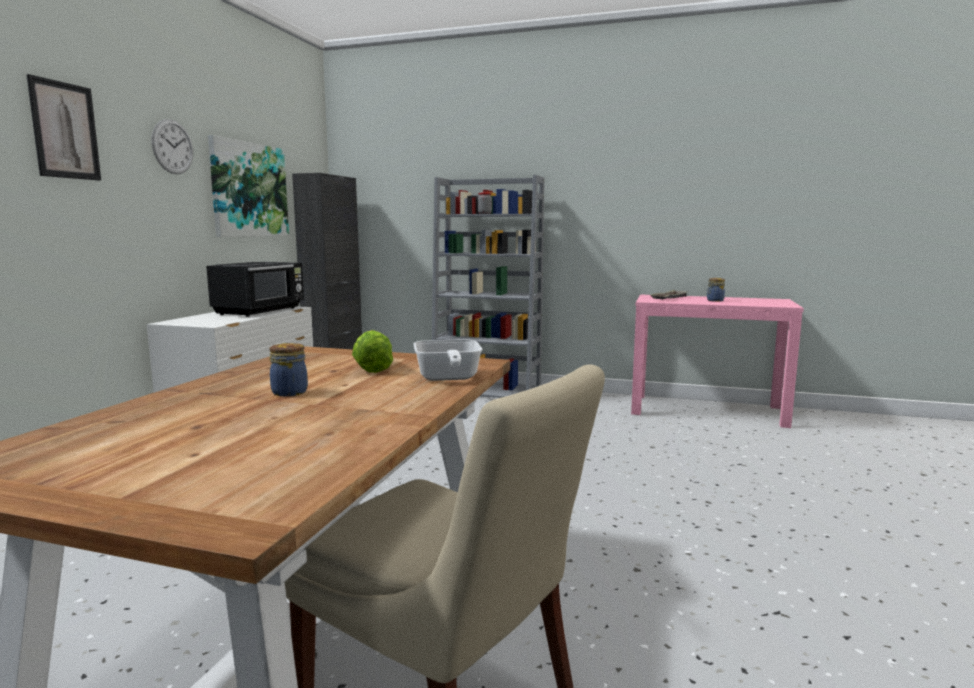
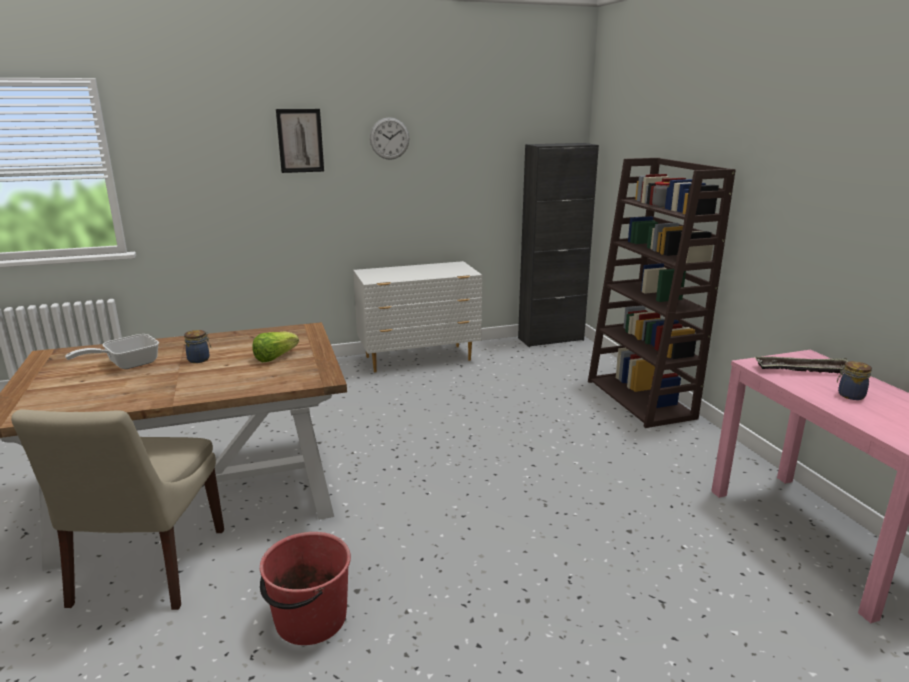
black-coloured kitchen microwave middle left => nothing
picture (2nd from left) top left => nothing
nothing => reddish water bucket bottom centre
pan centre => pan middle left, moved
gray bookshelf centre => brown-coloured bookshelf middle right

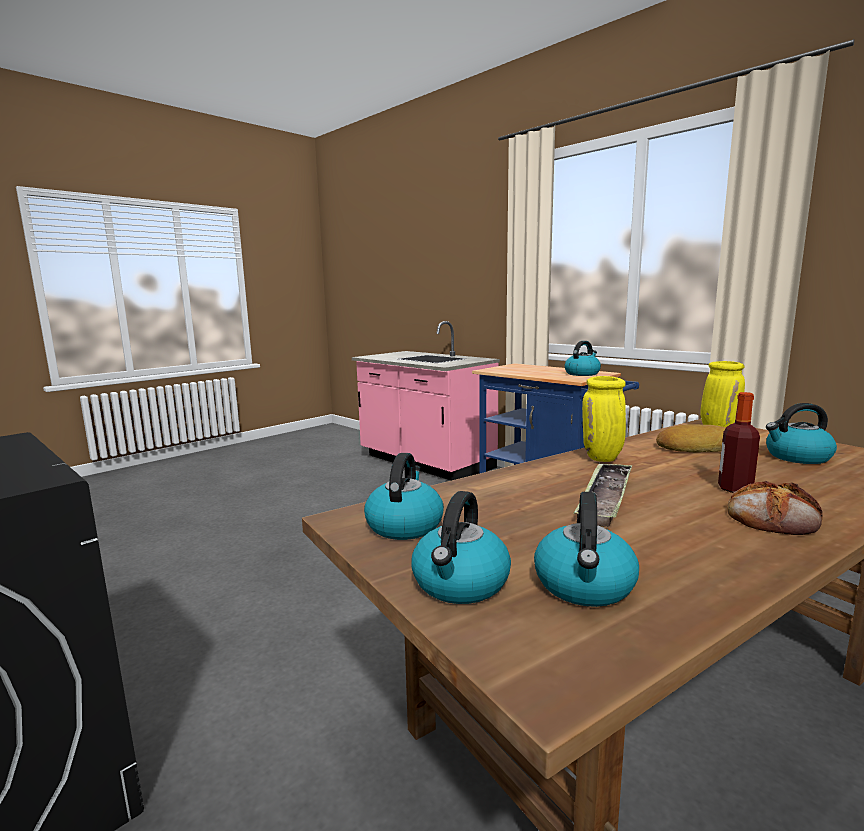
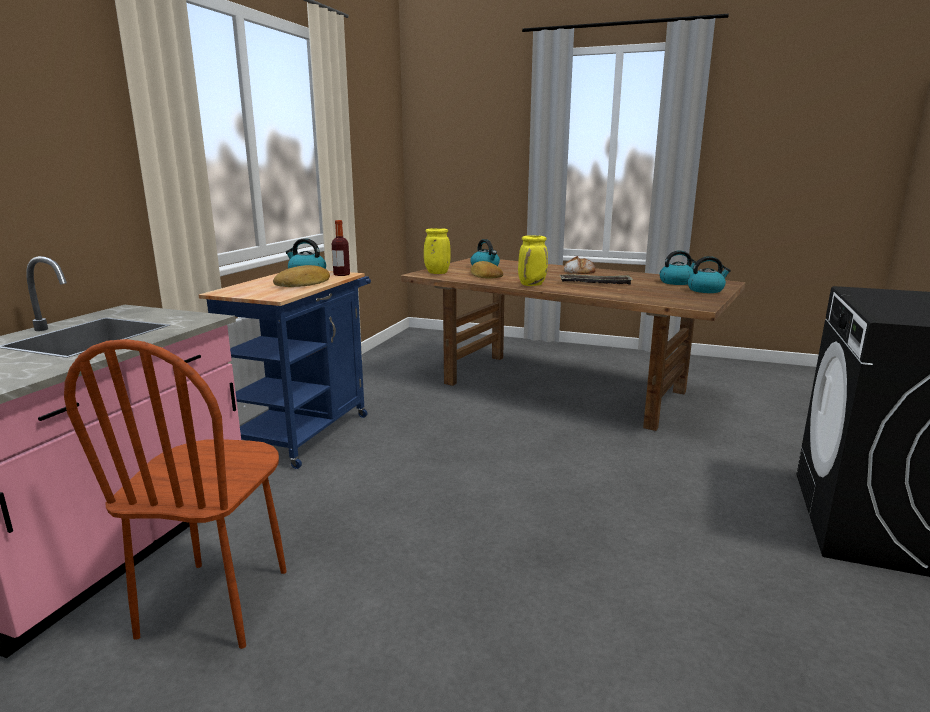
tea kettle (1st from left) centre => nothing
nothing => brown-coloured upright chair bottom left
nothing => bread (1st from left) middle left
bottle middle right => bottle centre, moved

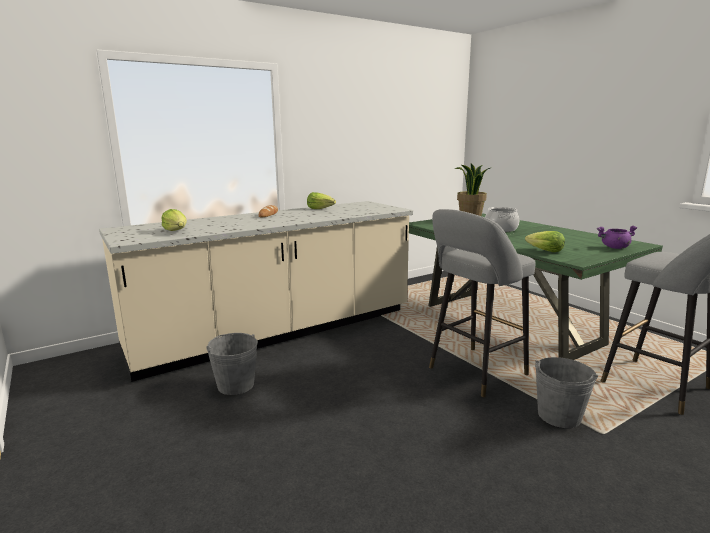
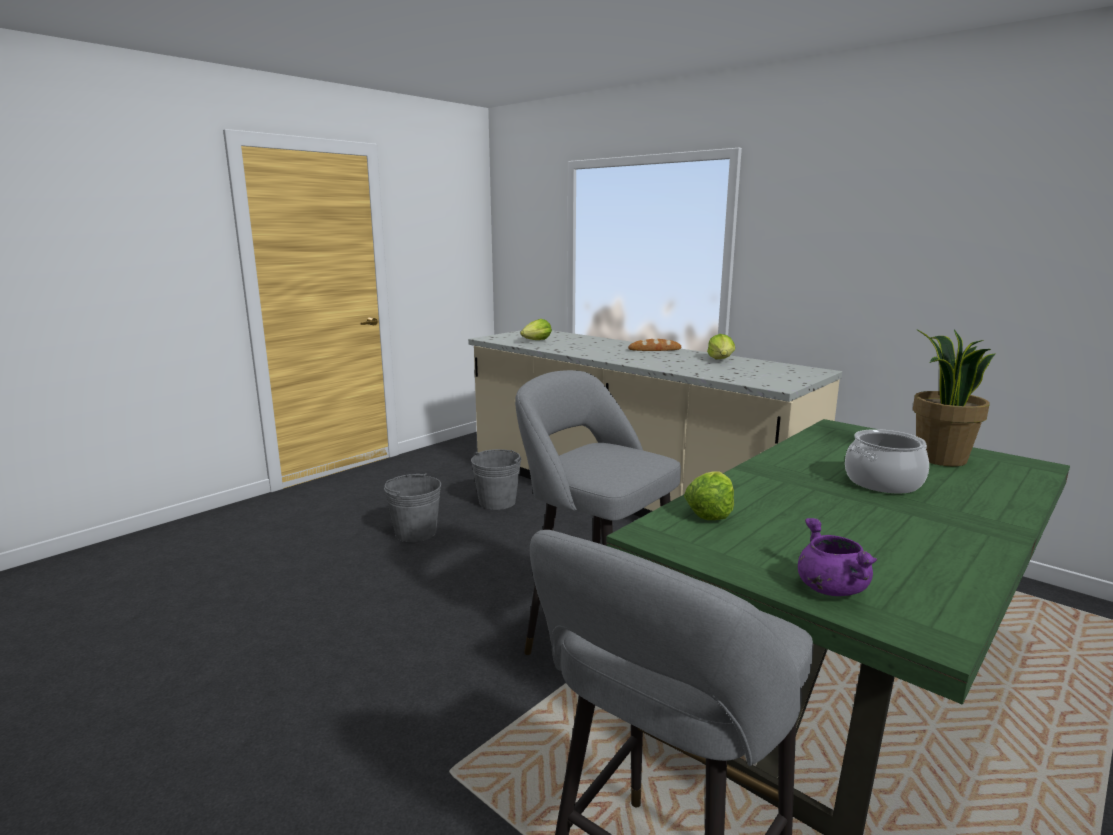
gray water bucket (2nd from left in the first image) bottom right => gray water bucket (1st from left) centre, moved

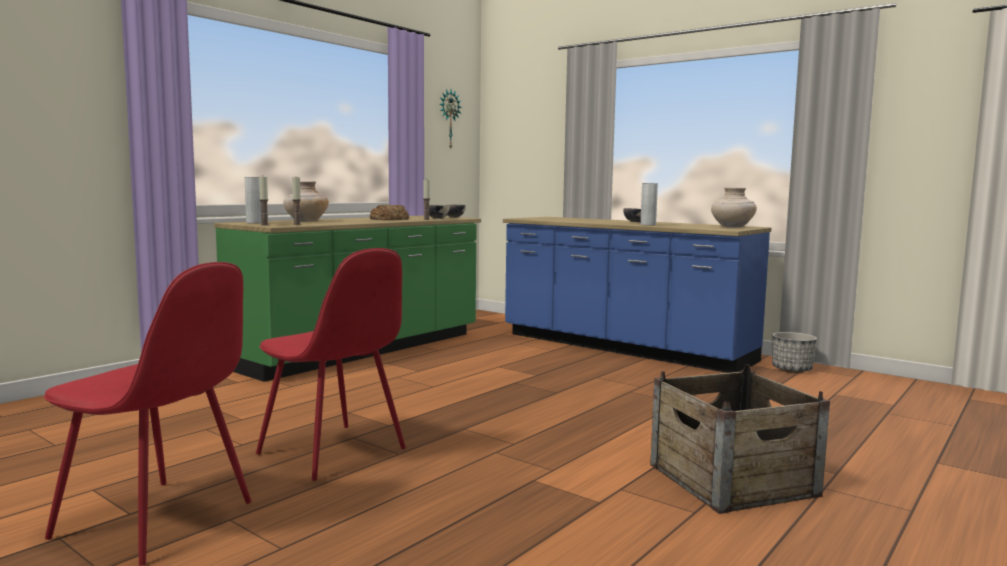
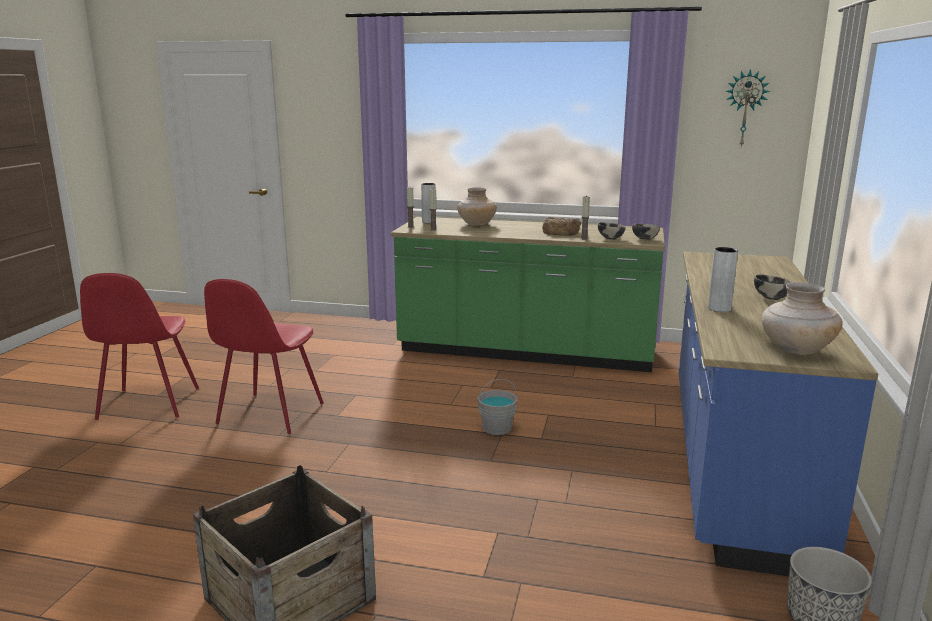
nothing => gray water bucket centre

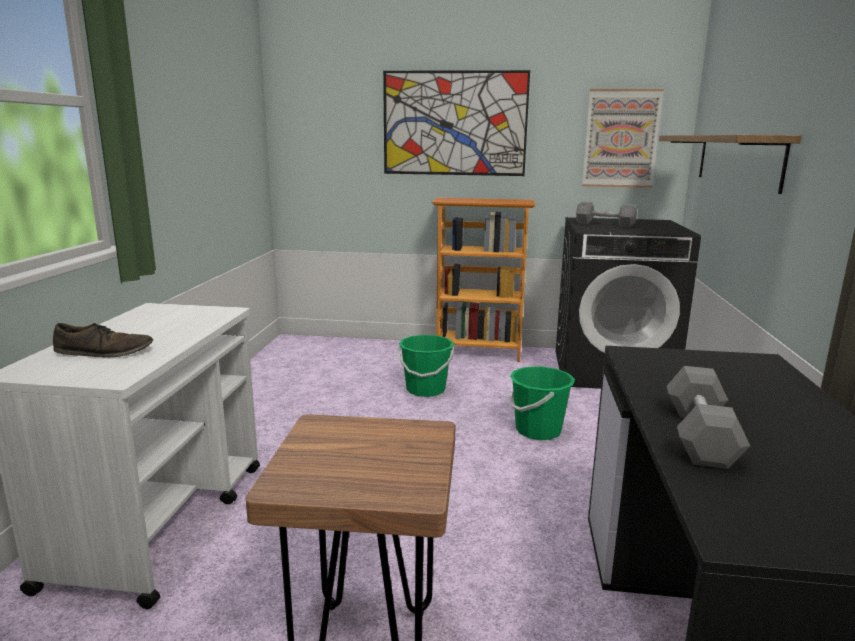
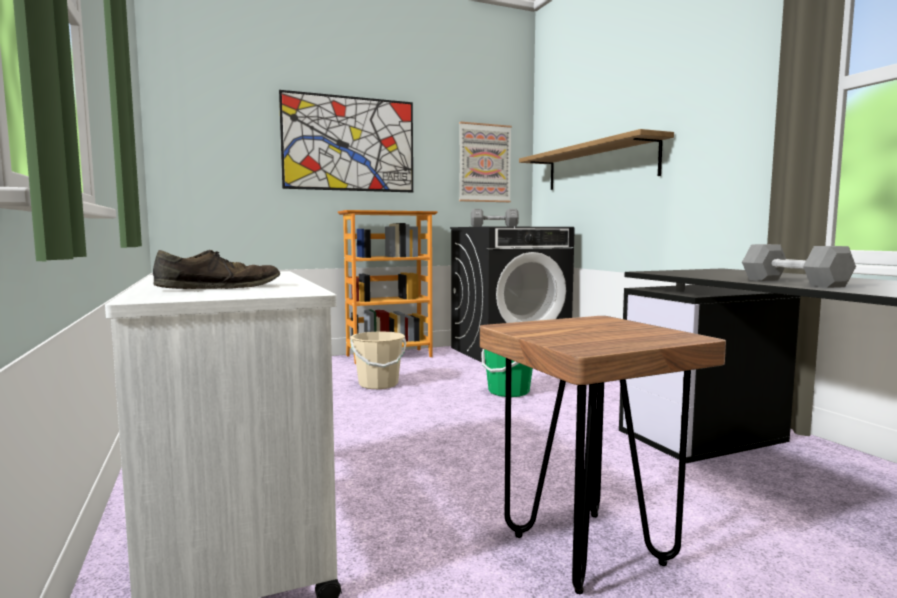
green-coloured water bucket (1st from left) centre => beige-coloured water bucket centre

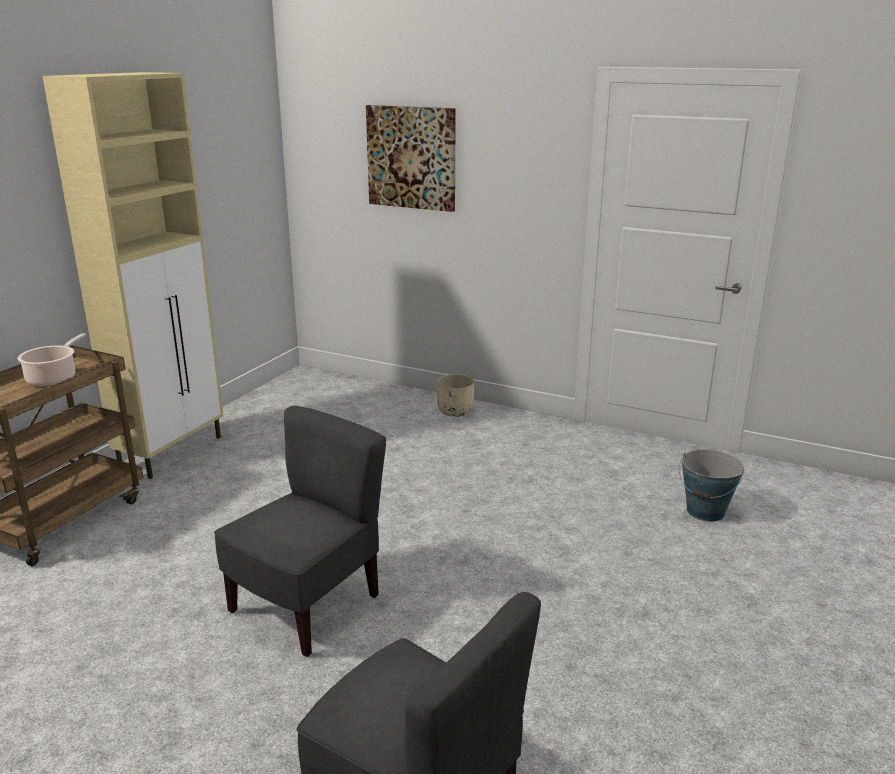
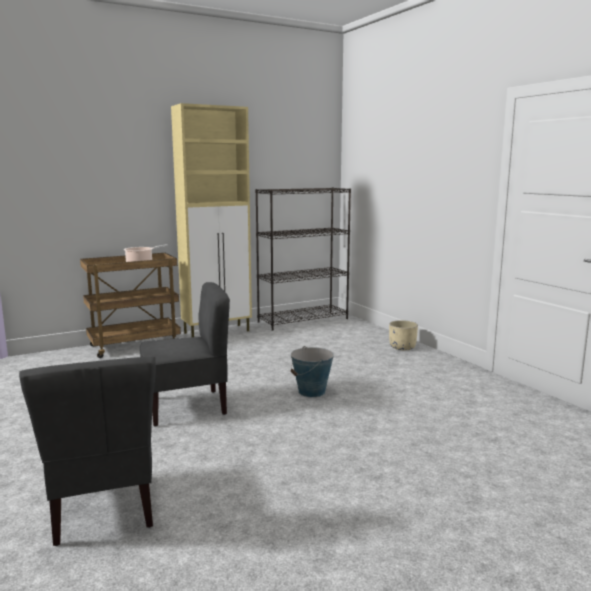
picture top centre => nothing
nothing => black-coloured bookshelf centre
water bucket middle right => water bucket centre, moved

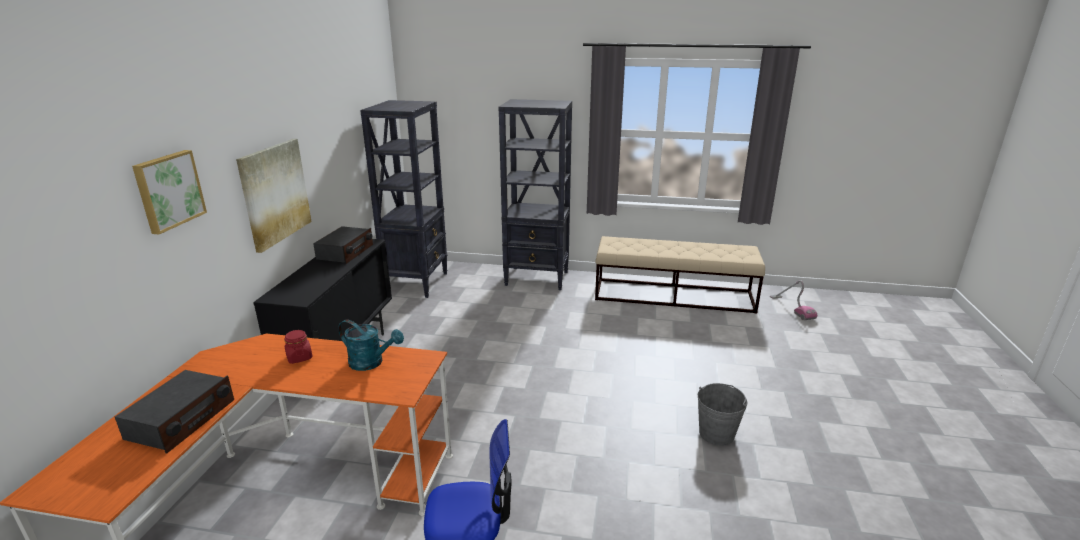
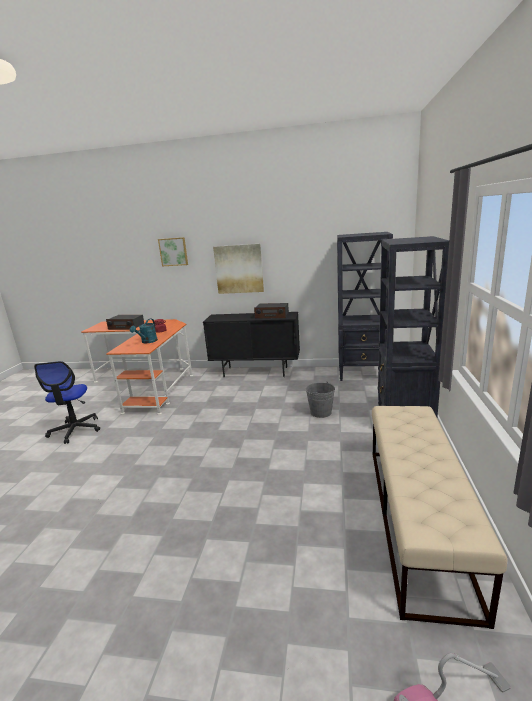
gray water bucket bottom right => gray water bucket centre, moved

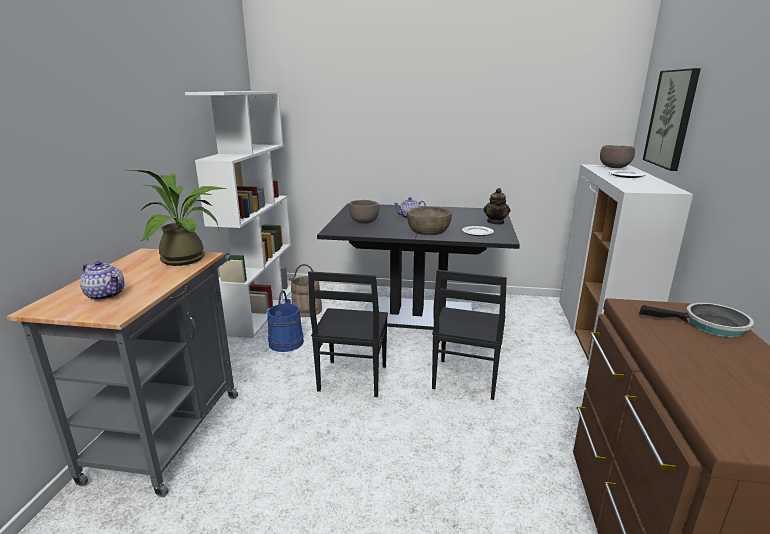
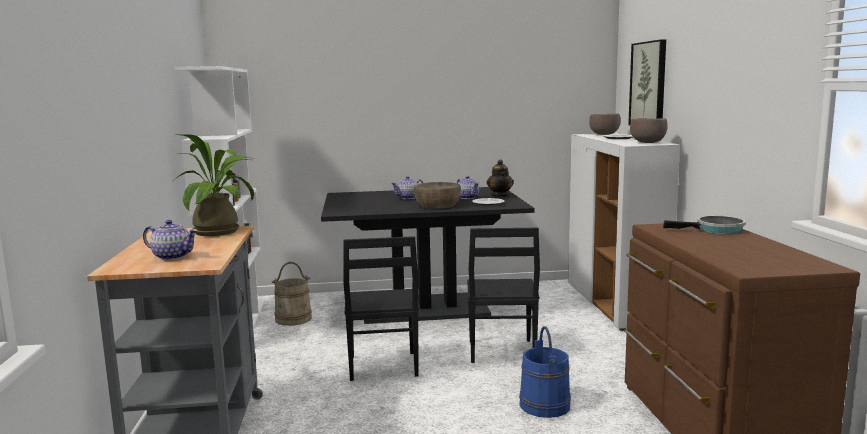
nothing => tea pot (3rd from left) centre
blue-coloured water bucket centre => blue-coloured water bucket bottom centre, moved
brown-coloured deep dish (1st from left in the first image) centre => brown-coloured deep dish (3rd from left) top right, moved

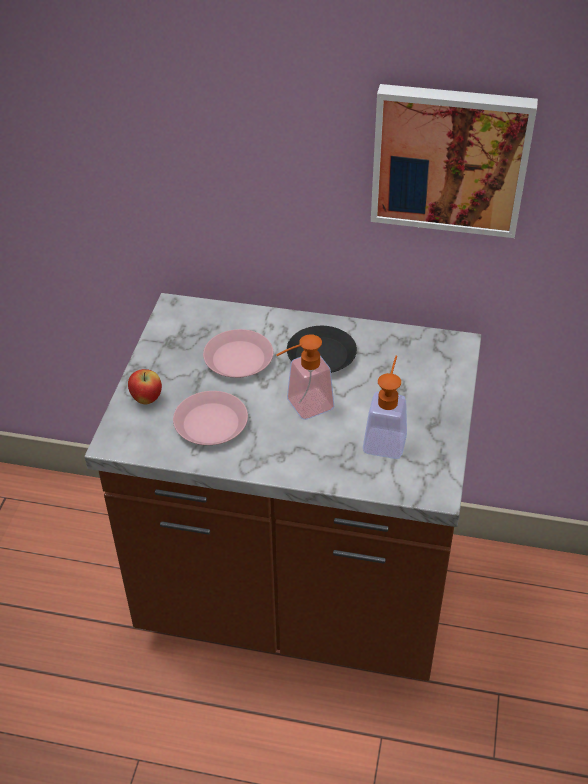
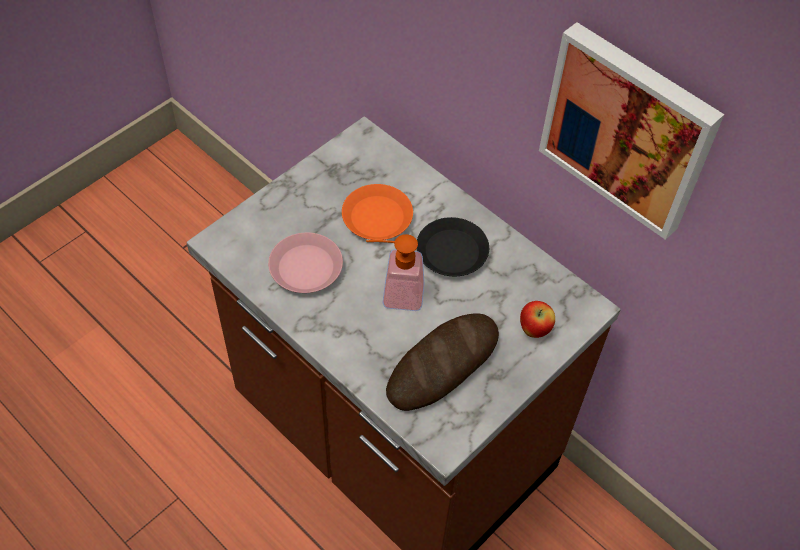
apple fruit middle left => apple fruit middle right, moved
liquid soap bottle (2nd from left) centre => bread centre
pink plate (2nd from left) centre => orange-coloured plate centre

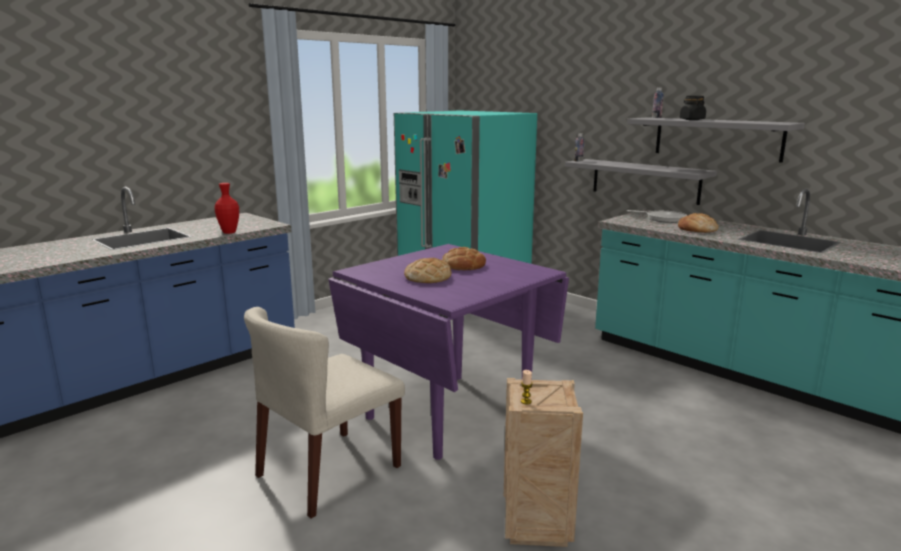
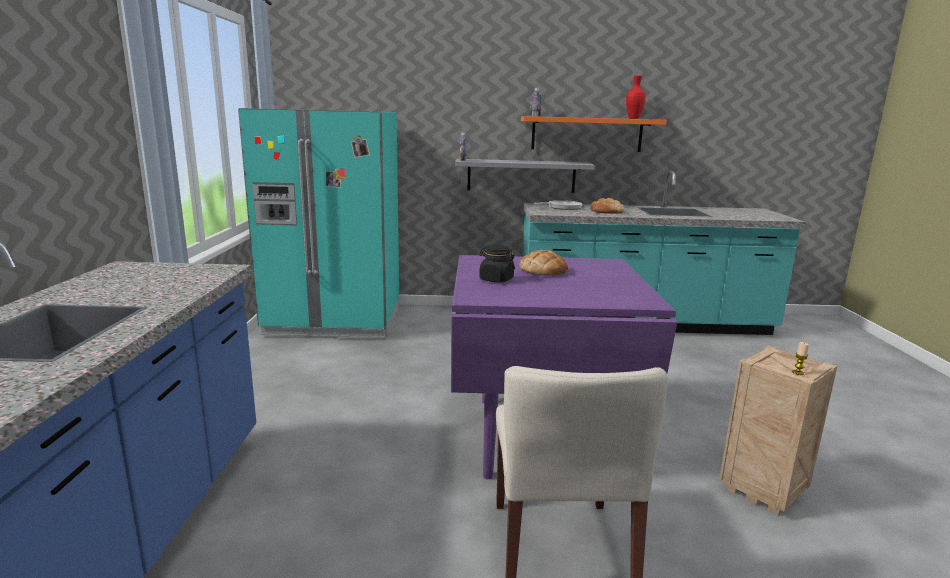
bread (1st from left) centre => nothing
reddish flower vase middle left => reddish flower vase top right, moved
black-coloured jar top right => black-coloured jar centre, moved
gray shelf (2nd from left) top right => orange-coloured shelf top centre

